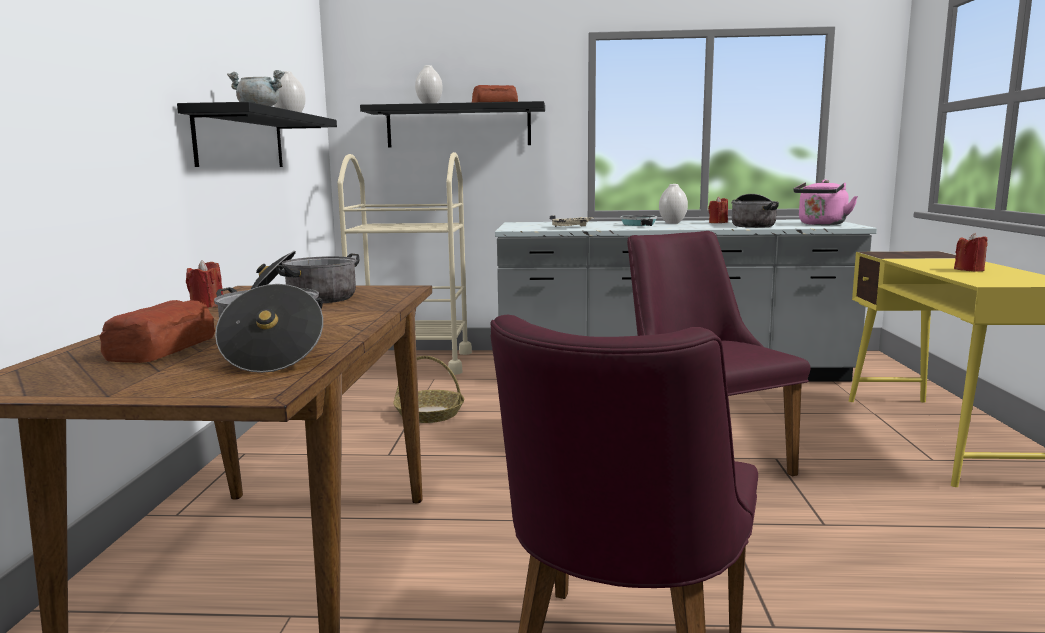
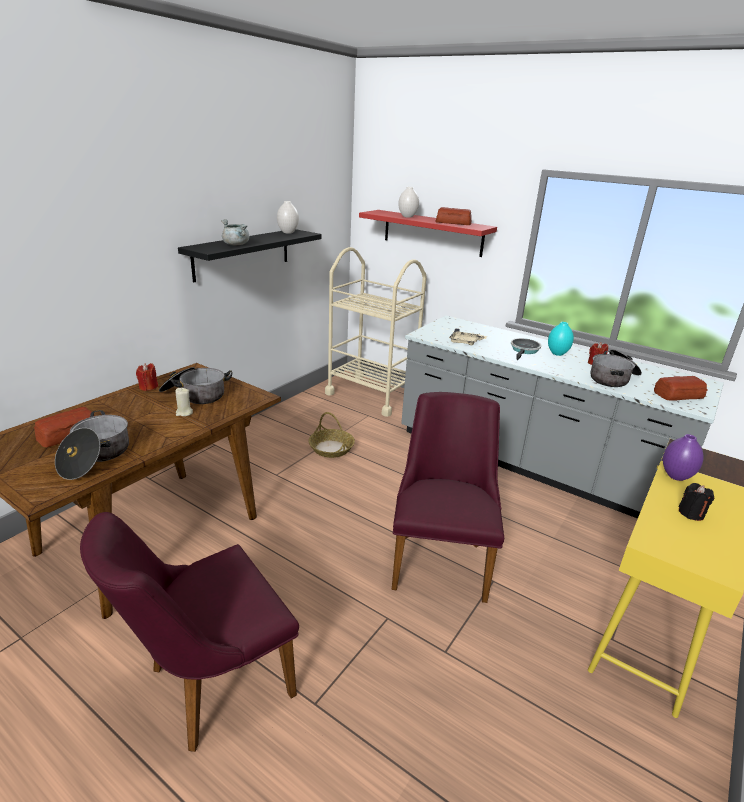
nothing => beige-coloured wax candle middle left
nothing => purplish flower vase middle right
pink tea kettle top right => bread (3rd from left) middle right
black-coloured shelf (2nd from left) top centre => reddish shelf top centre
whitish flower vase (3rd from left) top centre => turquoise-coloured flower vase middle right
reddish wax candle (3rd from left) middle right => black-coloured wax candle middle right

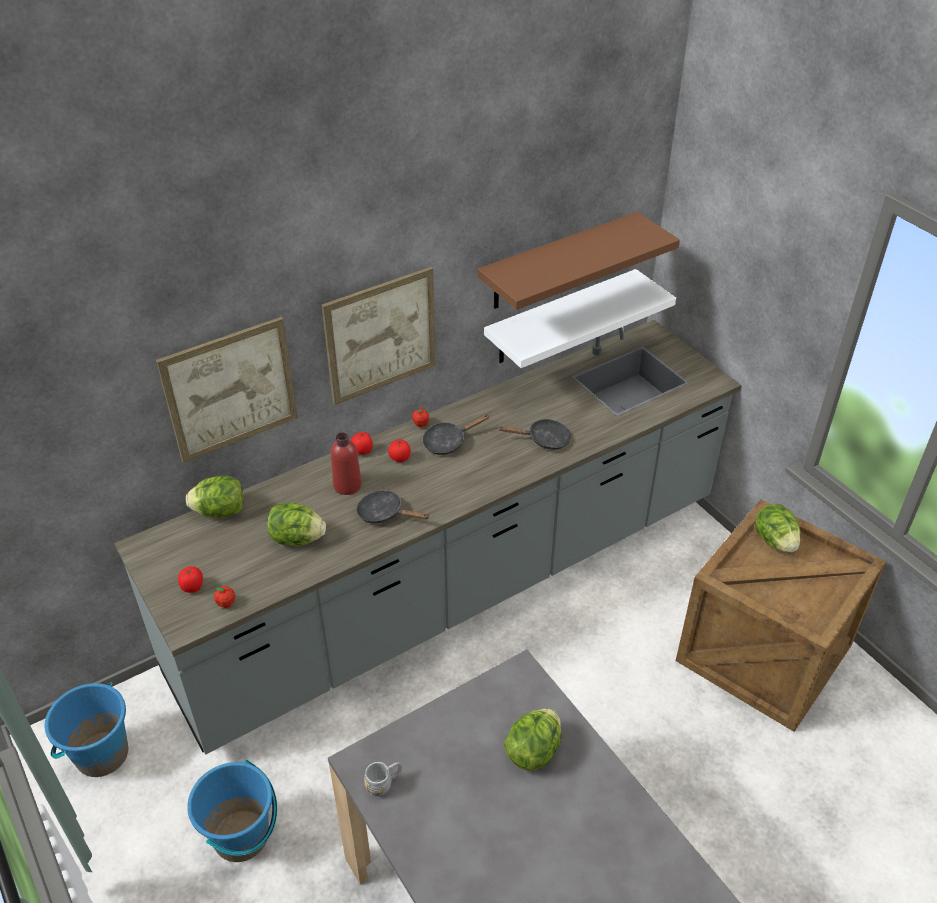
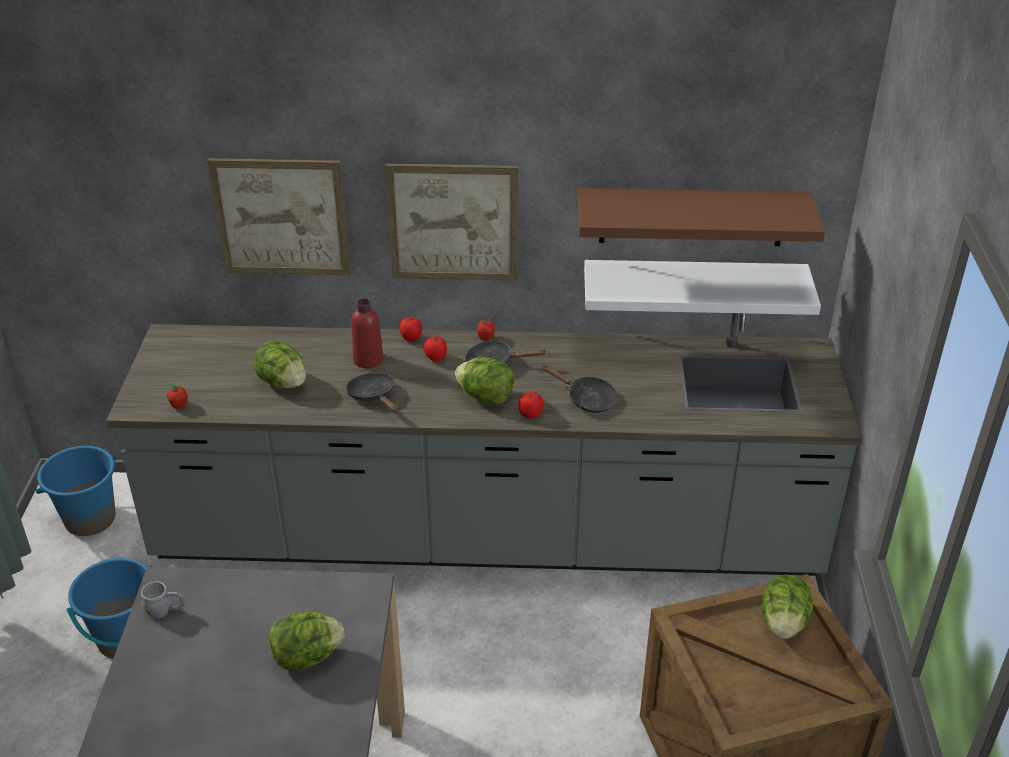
fresh tomato (1st from left in the first image) middle left => fresh tomato (3rd from left) centre, moved
lettuce head (1st from left in the first image) middle left => lettuce head (3rd from left) centre, moved

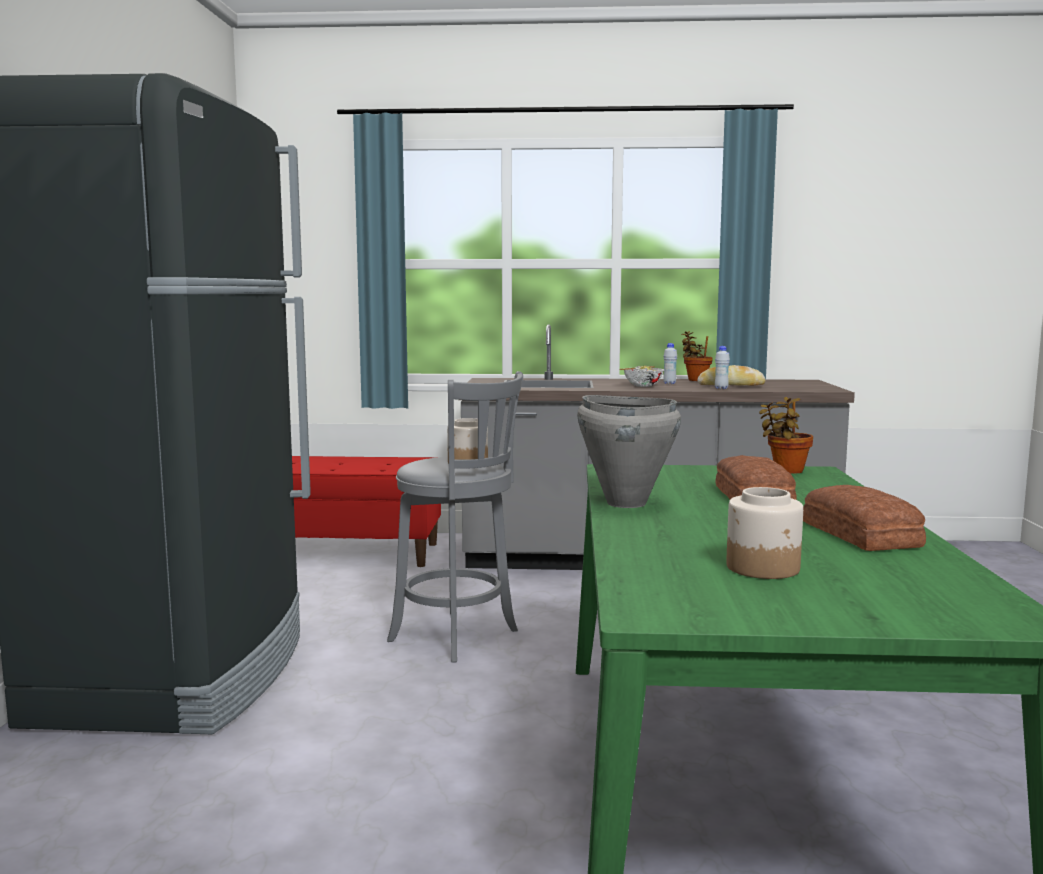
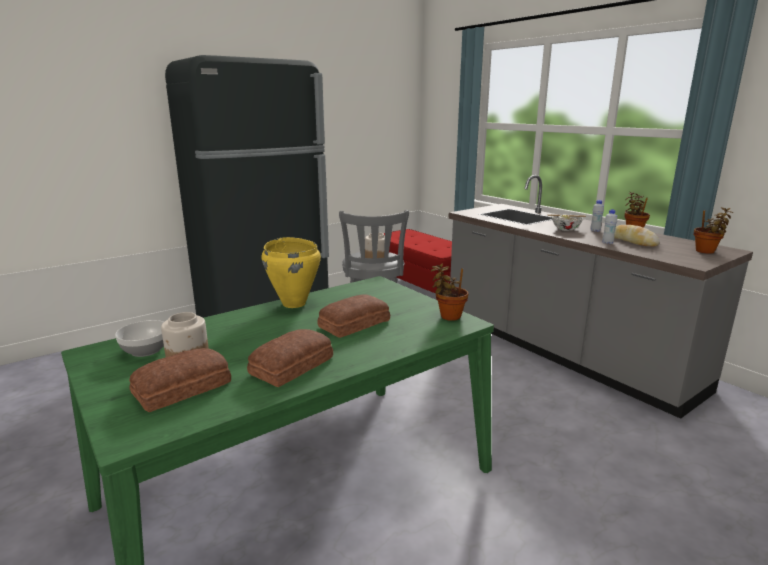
nothing => deep dish (1st from left) middle left
nothing => bread (1st from left) bottom left
nothing => houseplant (3rd from left) middle right
gray saucepot centre => yellowish saucepot centre

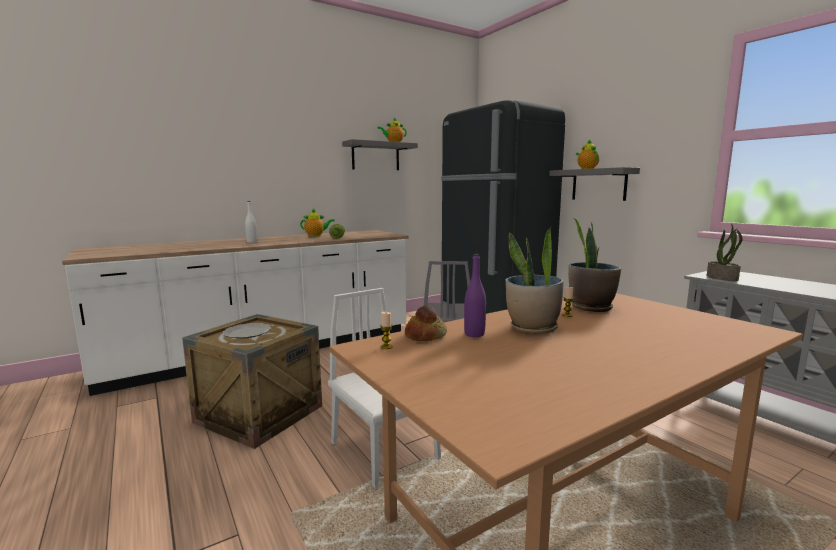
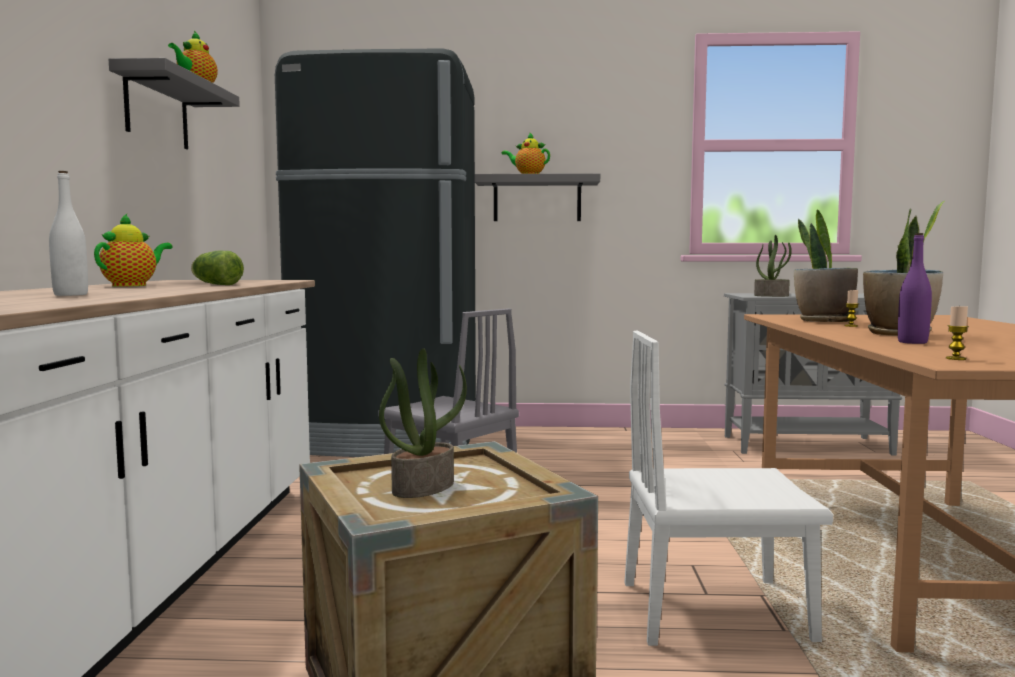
bread centre => nothing
plate middle left => houseplant (1st from left) centre

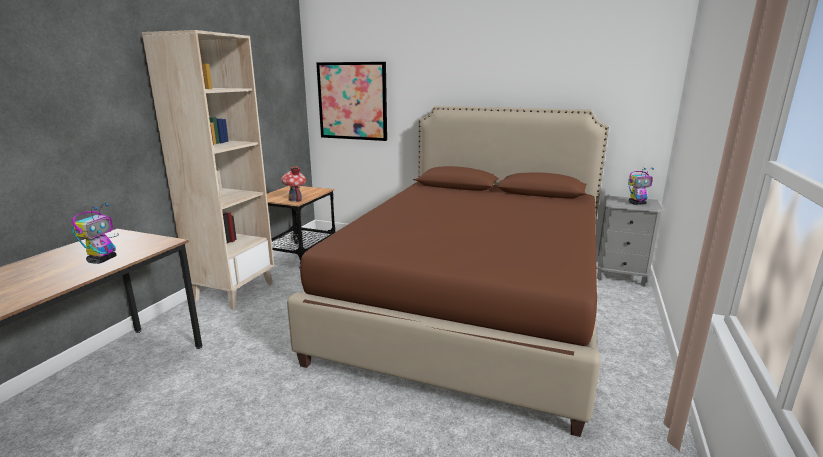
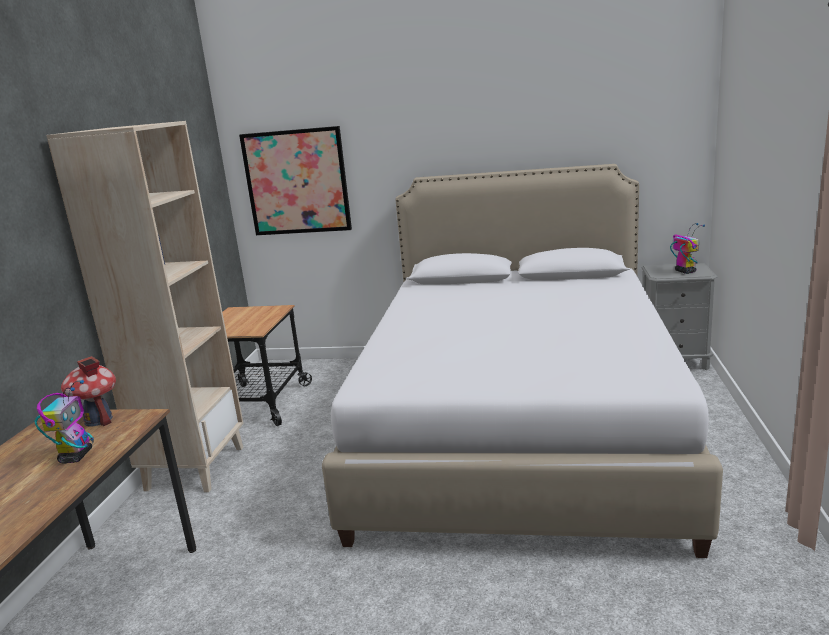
model house centre => model house middle left, moved
brown-coloured bed centre => whitish bed centre
toy robot (2nd from left) middle right, 90 degrees counterclockwise

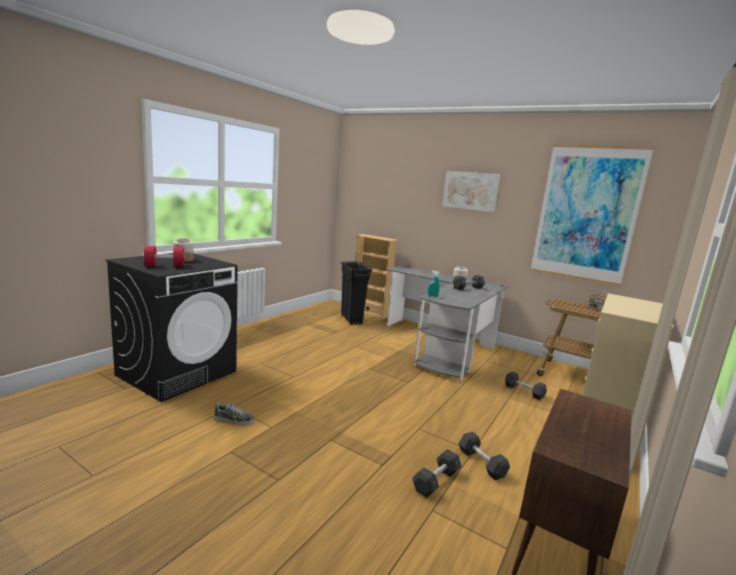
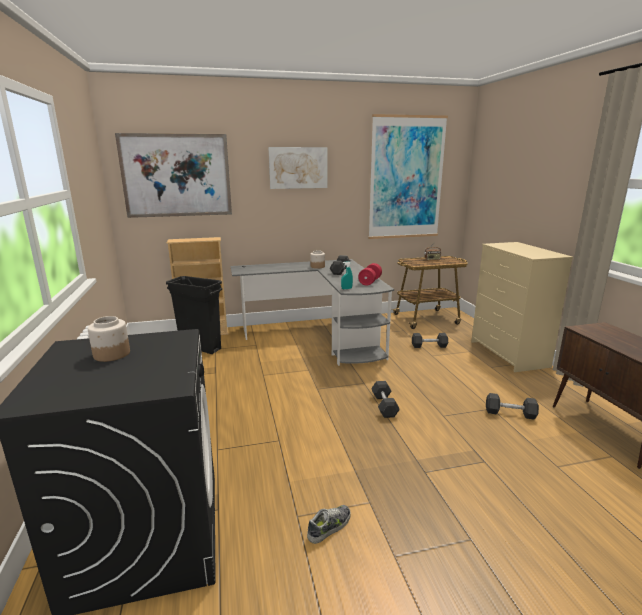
nothing => picture (1st from left) top left
reddish hand weight middle left => reddish hand weight centre, moved
gray hand weight (1st from left in the first image) bottom centre => gray hand weight (2nd from left) centre, moved

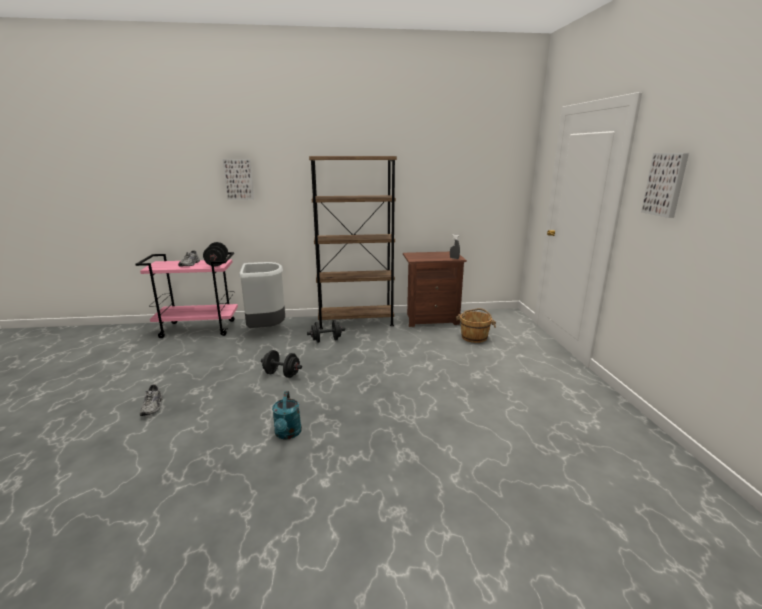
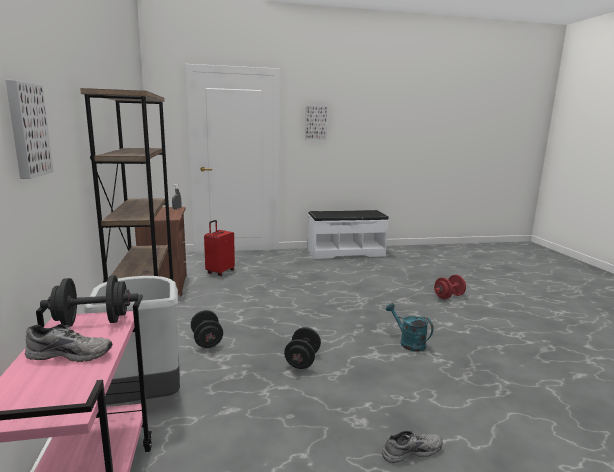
nothing => whitish indoor bench centre
nothing => reddish hand weight middle right
brown-coloured water bucket centre => reddish travel case centre
turquoise-coloured watering can bottom centre => turquoise-coloured watering can bottom right, 120 degrees counterclockwise

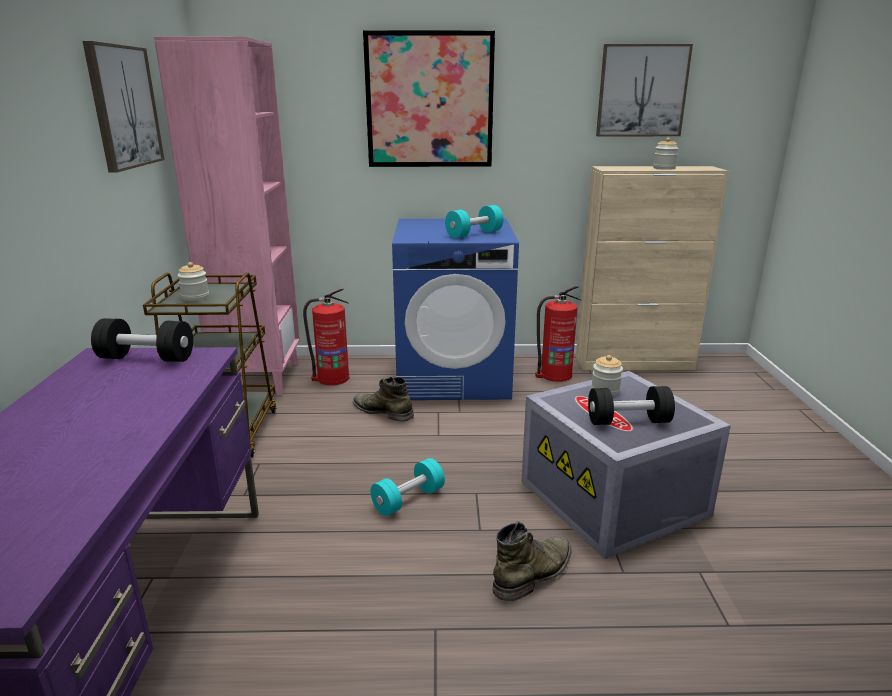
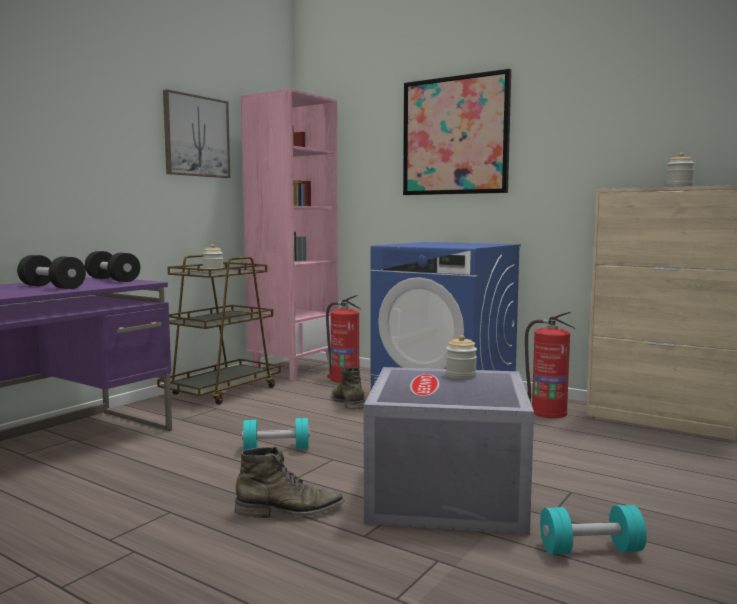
picture (3rd from left) top right => nothing
turquoise-coloured hand weight (2nd from left) top centre => turquoise-coloured hand weight (2nd from left) bottom right, moved
black-coloured hand weight (2nd from left in the first image) middle right => black-coloured hand weight (1st from left) middle left, moved

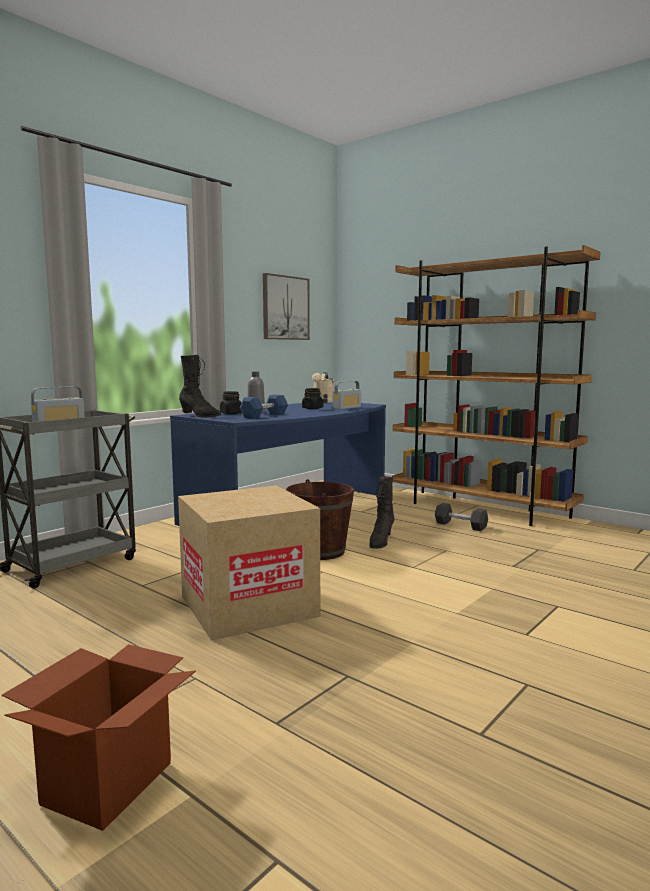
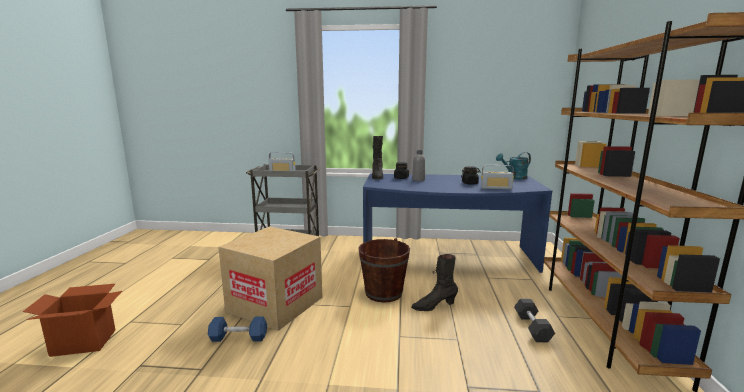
picture centre => nothing
blue-coloured hand weight centre => blue-coloured hand weight bottom left, moved
beige-coloured watering can centre => turquoise-coloured watering can middle right

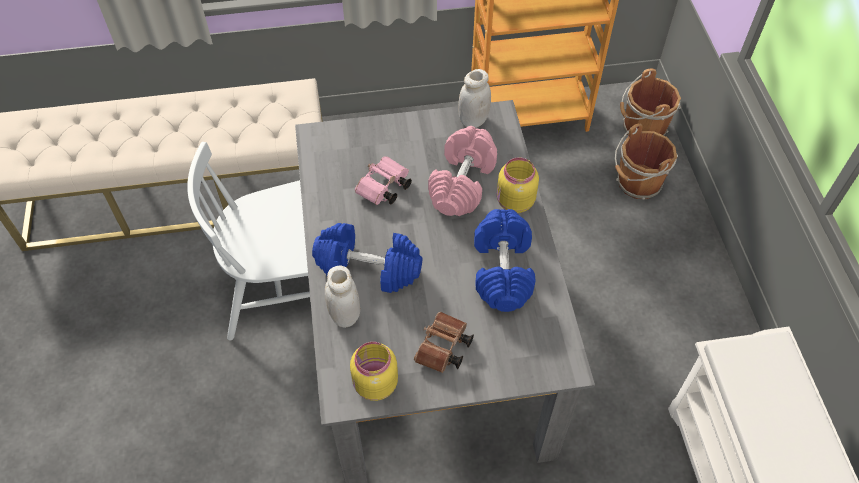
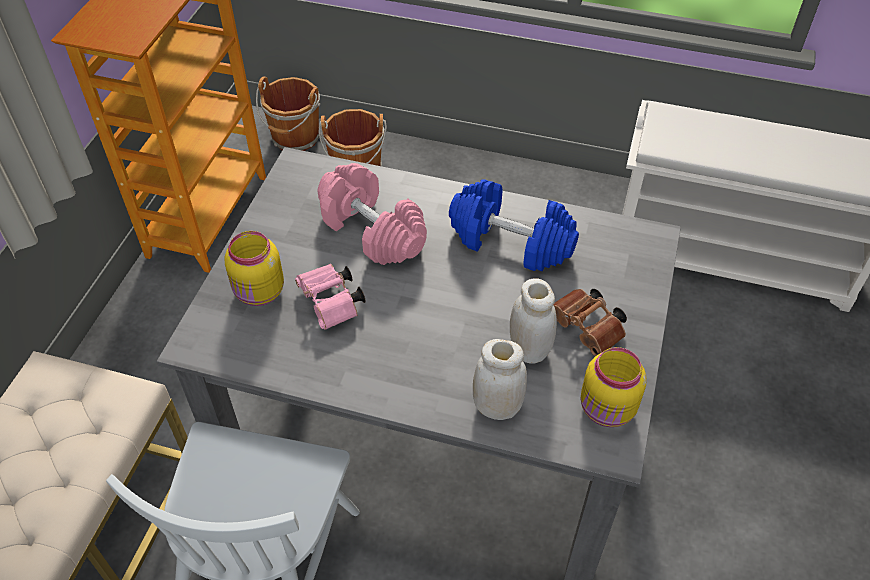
blue-coloured hand weight (1st from left) centre => nothing
whitish jar (2nd from left) top centre => whitish jar (2nd from left) centre, moved
yellowish jar (2nd from left in the first image) centre => yellowish jar (1st from left) middle left, moved

